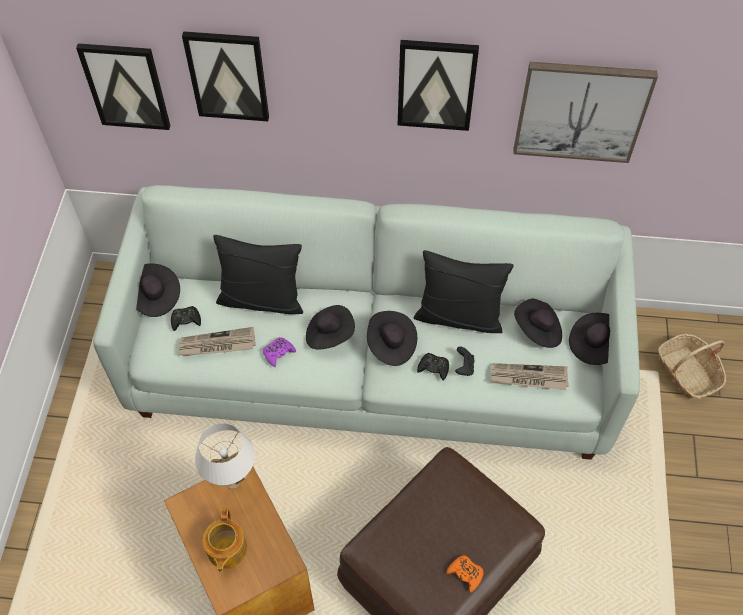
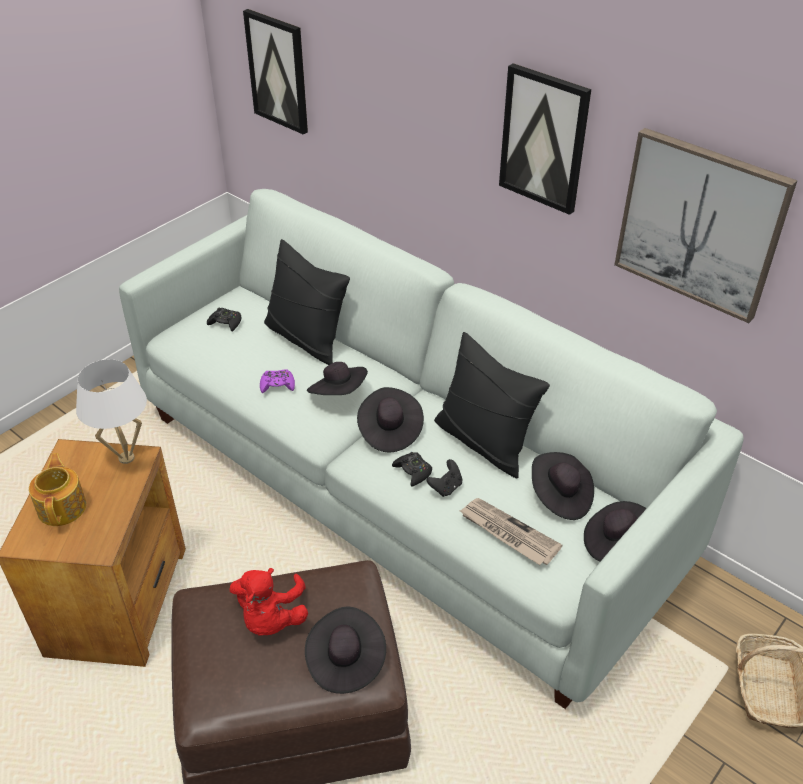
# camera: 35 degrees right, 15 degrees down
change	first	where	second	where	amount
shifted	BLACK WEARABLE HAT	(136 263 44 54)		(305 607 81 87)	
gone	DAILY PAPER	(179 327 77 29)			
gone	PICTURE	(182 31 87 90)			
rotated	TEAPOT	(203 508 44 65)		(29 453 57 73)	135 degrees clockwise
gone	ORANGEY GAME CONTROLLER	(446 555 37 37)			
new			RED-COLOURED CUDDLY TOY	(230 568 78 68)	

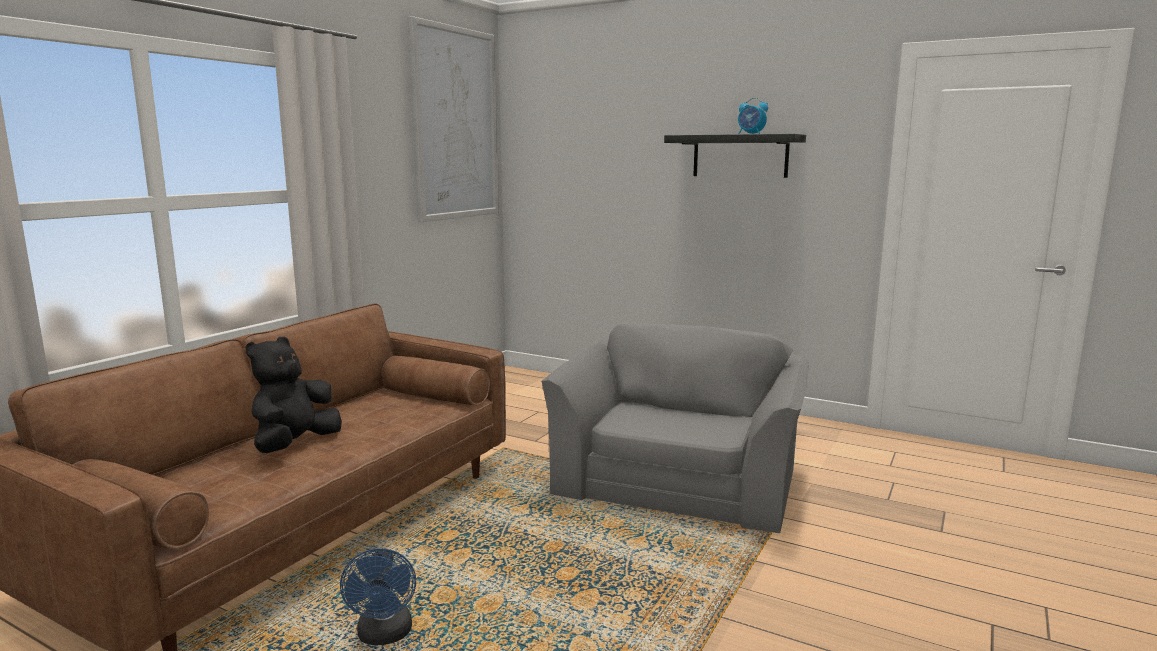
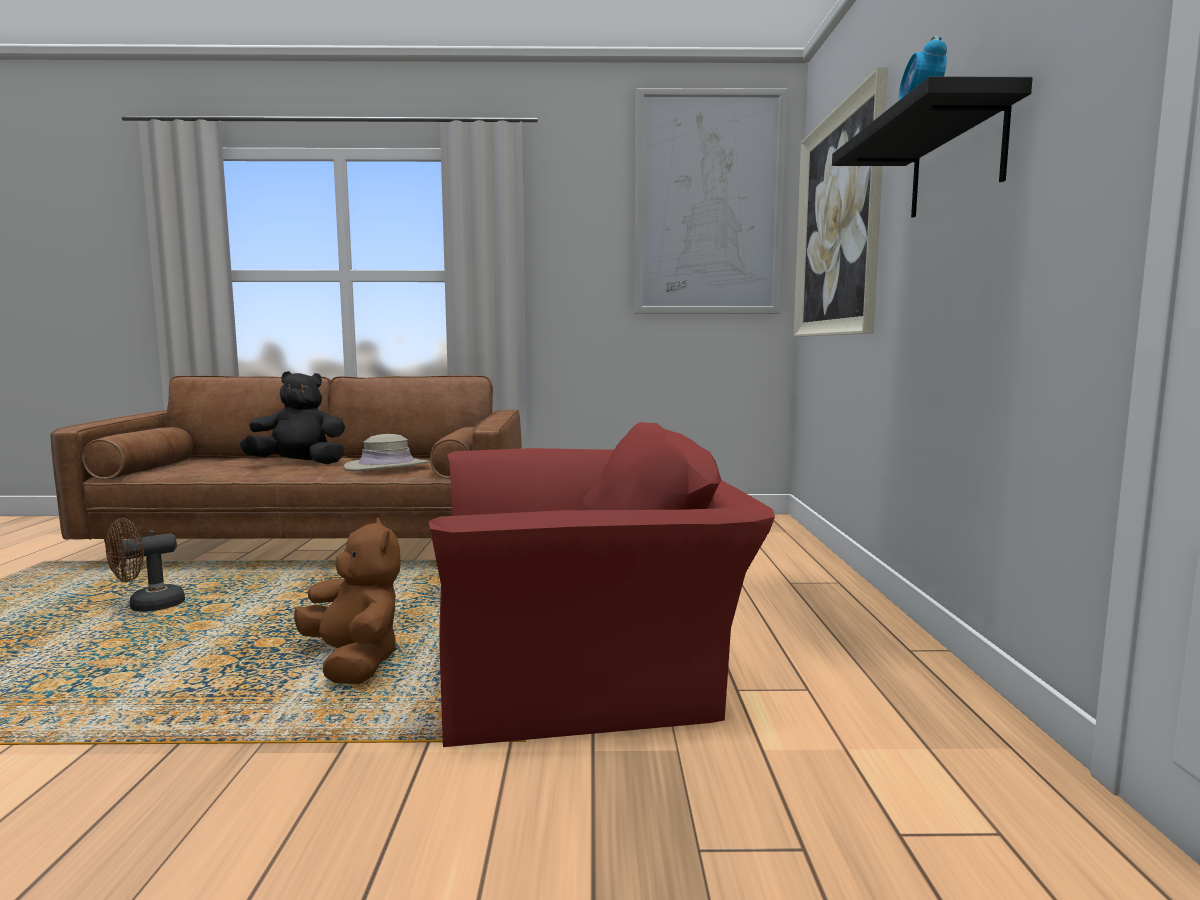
# camera: 60 degrees right, 5 degrees down
change	first	where	second	where	amount
repainted	BLUE ELECTRIC FAN	(340 548 76 97)	BROWN ELECTRIC FAN	(106 518 79 94)	
repainted	GREYISH EASY CHAIR	(542 321 267 212)	RED-COLOURED EASY CHAIR	(429 422 346 325)	
new			BROWN CUDDLY TOY	(294 518 106 166)	
new			BEIGE WEARABLE HAT	(344 434 86 37)	
new			PICTURE	(794 67 94 270)	

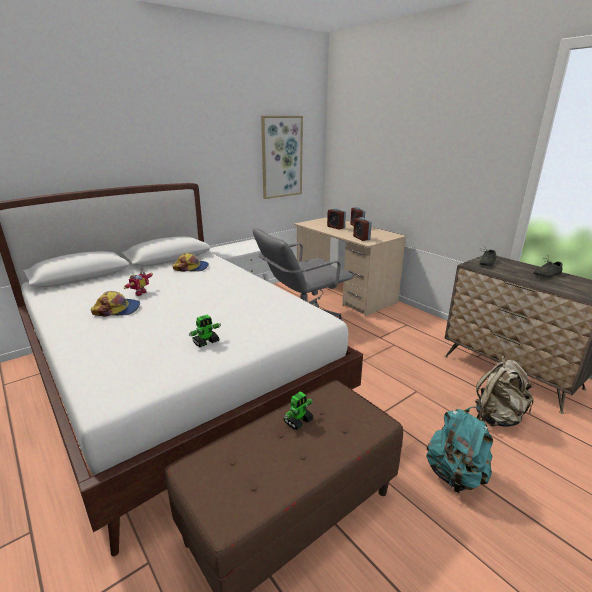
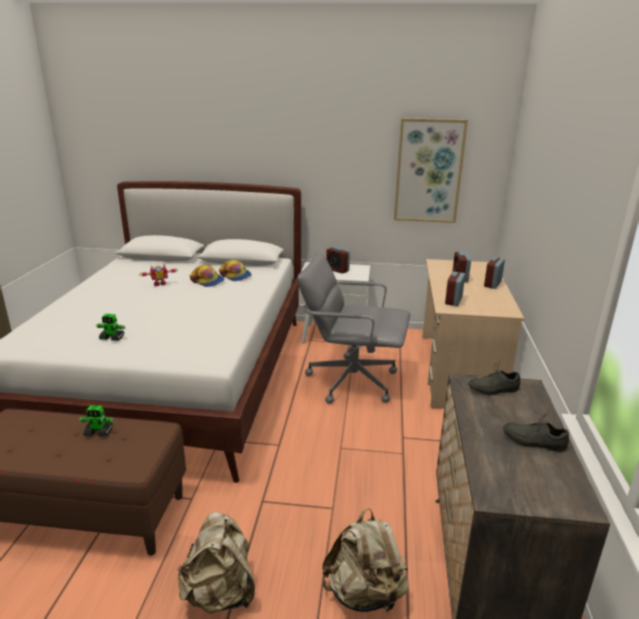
# camera: 45 degrees right, 0 degrees up
change	first	where	second	where	amount
shifted	PEAKED CAP	(91 291 49 26)		(190 265 34 22)	
repainted	TURQUOISE-COLOURED RUCKSACK	(426 406 67 87)	BEIGE RUCKSACK	(177 512 78 102)	
new			BEDSIDE CLOCK	(326 247 24 27)	

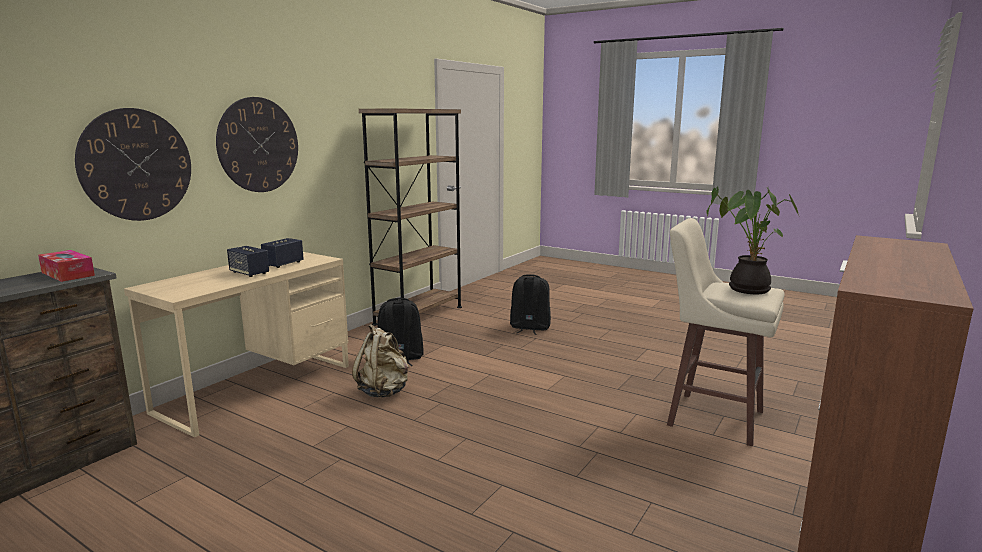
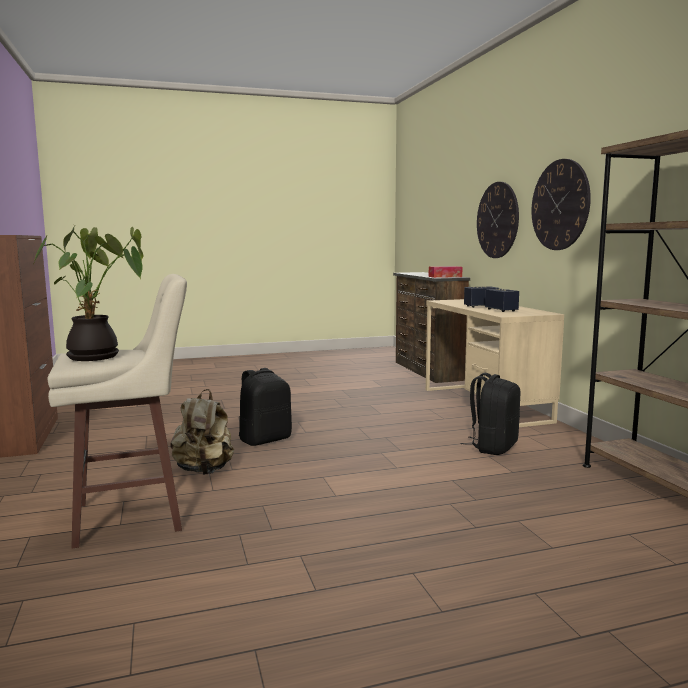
# camera: 130 degrees right, 5 degrees down
change	first	where	second	where	amount
shifted	BEIGE RUCKSACK	(352 324 56 74)		(170 389 64 86)	
shifted	BLACK RUCKSACK	(510 274 41 61)		(239 368 53 78)	

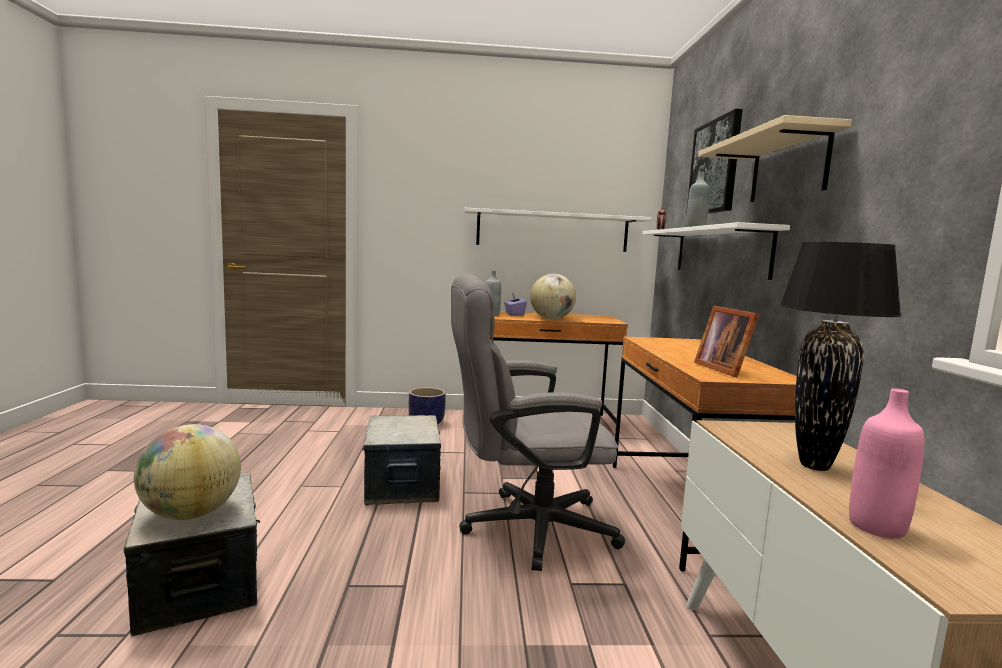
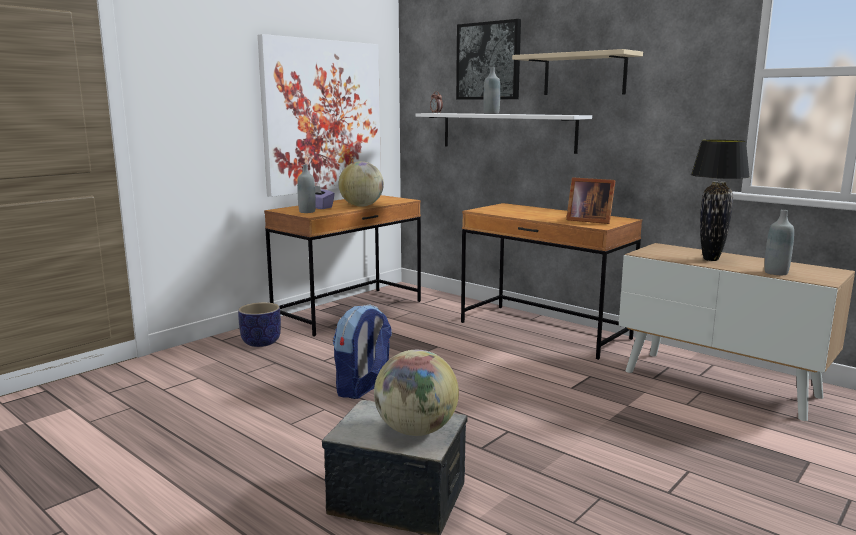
# camera: 45 degrees left, 5 degrees up
change	first	where	second	where	amount
swapped	STORAGE BOX	(362 415 79 90)	RUCKSACK	(333 304 59 95)	
gone	GREYISH OFFICE CHAIR	(451 274 174 297)			
swapped	WHITISH WALL SHELF	(464 208 187 44)	PICTURE	(258 34 123 163)	
repainted	PINK-COLOURED DRINK BOTTLE	(849 388 75 151)	GREYISH DRINK BOTTLE	(764 210 30 65)	

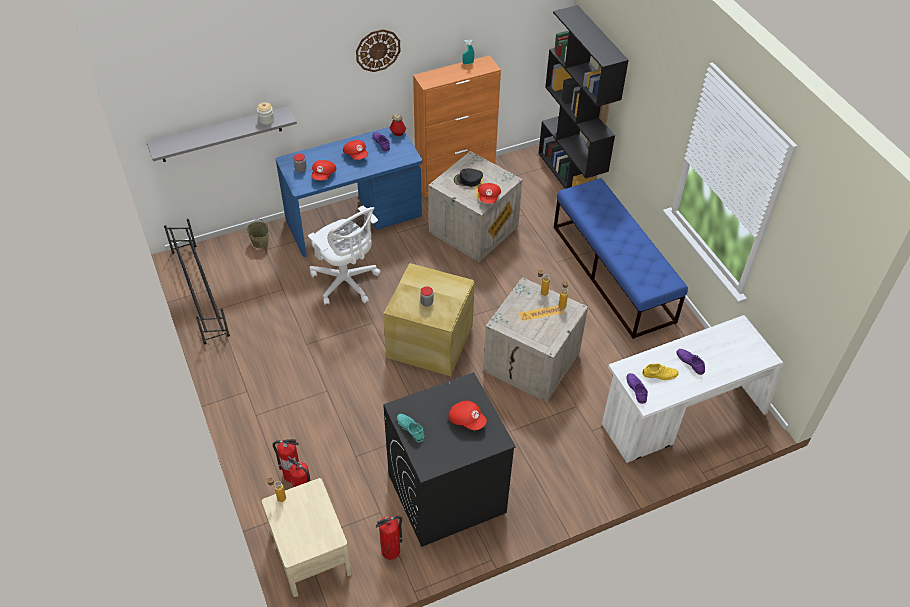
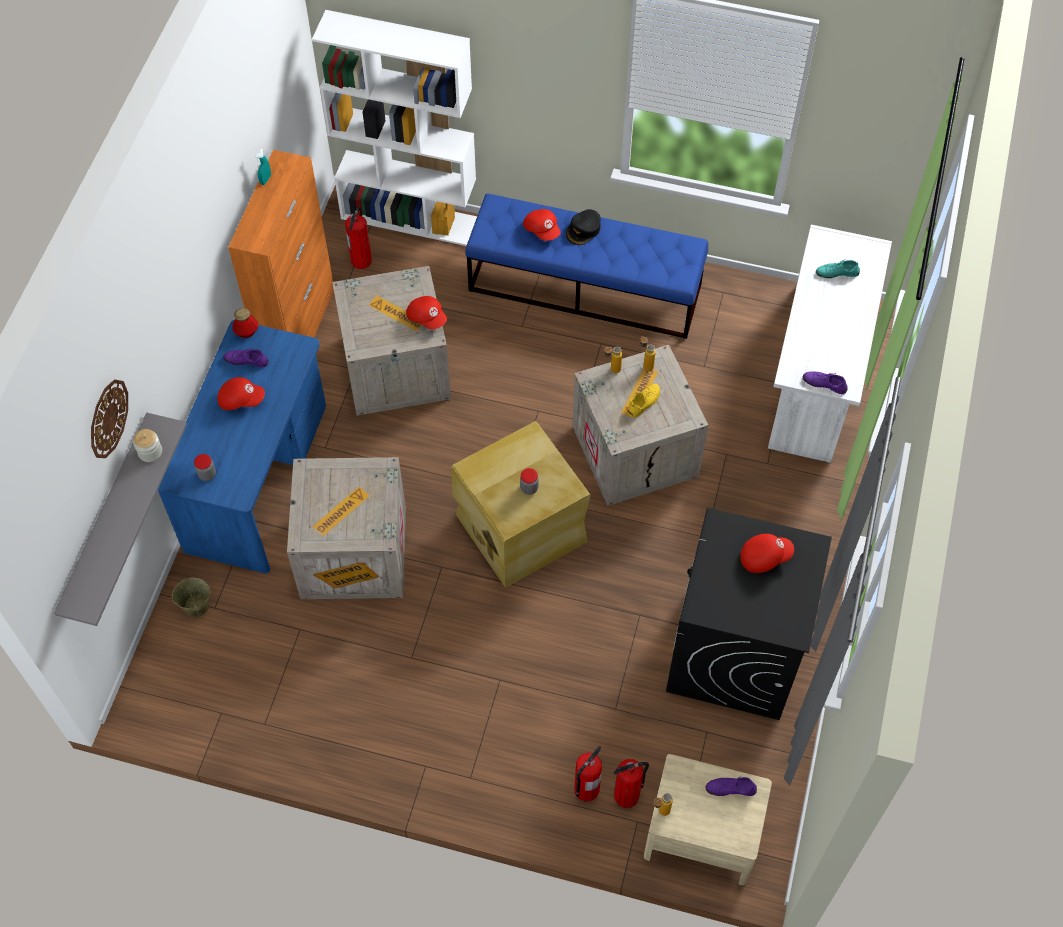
# camera: 50 degrees left, 10 degrees up
change	first	where	second	where	amount
gone	BLACK SHOE RACK	(164 219 66 125)			
swapped	WHITISH OFFICE CHAIR	(308 205 72 100)	PACKING CRATE	(287 457 119 142)	
shifted	RED-COLOURED PEAKED CAP	(312 160 24 20)		(523 209 38 32)	
shifted	WALL CLOCK	(356 29 44 43)		(91 379 37 79)	
shifted	EXTINGUISHER	(376 516 26 44)		(345 207 27 62)	
shifted	TURQUOISE-COLOURED SHOE	(396 414 29 29)		(816 260 44 18)	
shifted	BLACK PEAKED CAP	(454 168 29 19)		(566 209 35 36)	
repainted	BLACK SHELVING UNIT	(538 5 91 184)	WHITISH SHELVING UNIT	(312 10 165 236)	
shifted	YELLOW-COLOURED SHOE	(642 364 37 16)		(628 384 32 34)	
shifted	PURPLE SHOE	(676 349 29 26)		(706 776 51 20)	

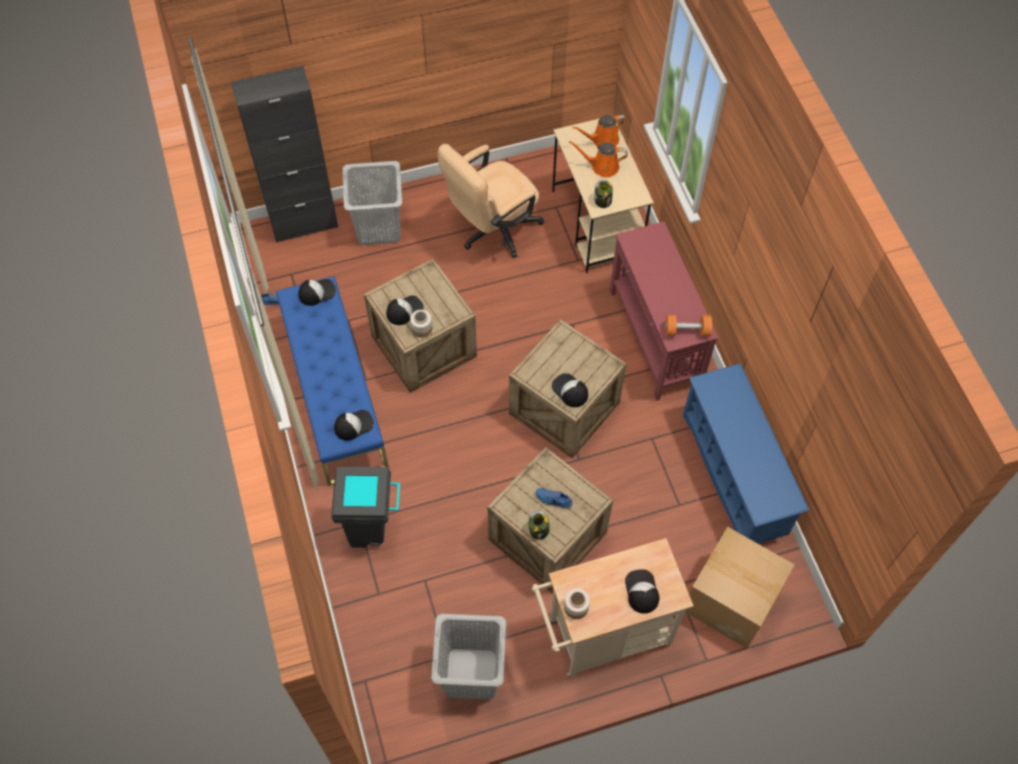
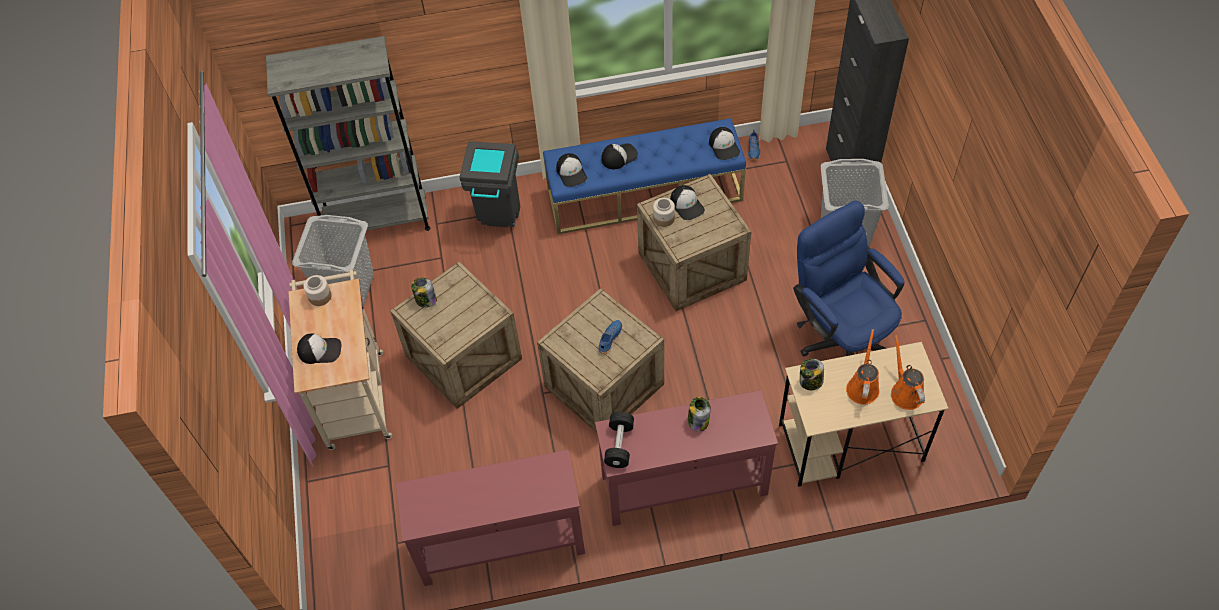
# camera: 100 degrees right, 5 degrees down
change	first	where	second	where	amount
repainted	BEIGE OFFICE CHAIR	(437 144 107 114)	BLUE OFFICE CHAIR	(793 200 112 156)	
shifted	BLUE SHOE	(536 488 37 21)		(599 320 23 34)	
shifted	PEAKED CAP	(552 373 36 34)		(601 143 37 26)	
repainted	ORANGEY HAND WEIGHT	(665 315 47 21)	BLACK HAND WEIGHT	(604 412 30 56)	
swapped	BLUE SHOE RACK	(683 363 127 181)	RED-COLOURED NARROW TABLE	(396 450 189 136)	
gone	PACKING BOX	(685 527 110 122)			
new			GREYISH SHELVING UNIT	(266 36 164 195)	
new			JAR	(688 397 23 35)	

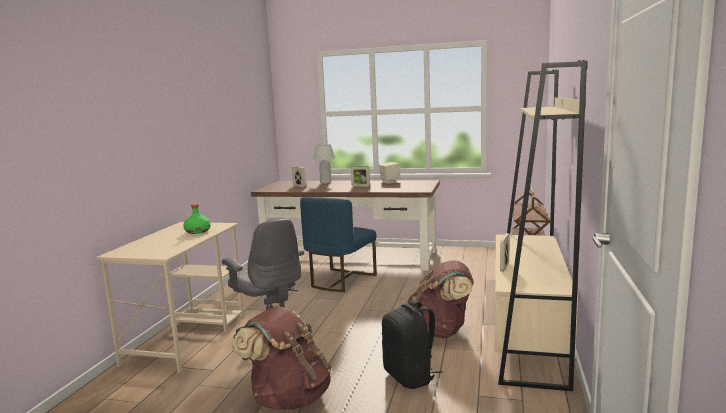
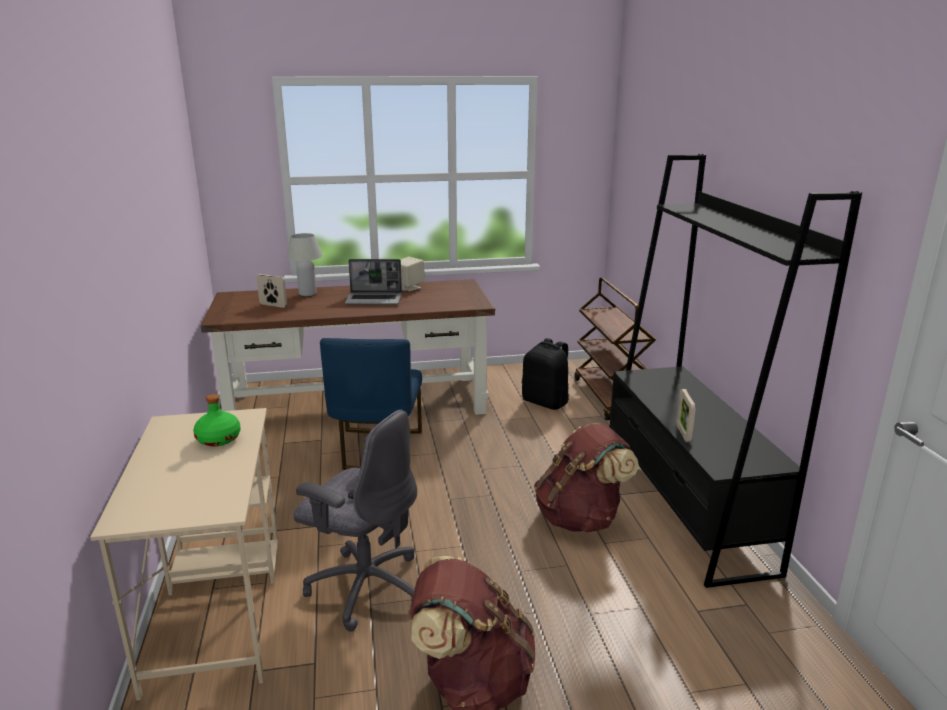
# camera: 25 degrees left, 10 degrees up
change	first	where	second	where	amount
swapped	PICTURE FRAME	(351 166 19 21)	LAPTOP	(345 259 57 46)	
shifted	BLACK RUCKSACK	(382 300 61 89)		(522 338 47 72)	
repainted	BEIGE SHELVING UNIT	(495 60 92 331)	BLACK SHELVING UNIT	(610 154 252 434)	

